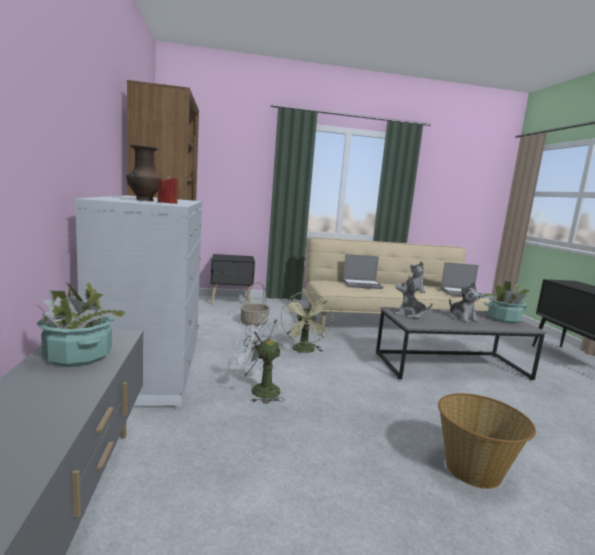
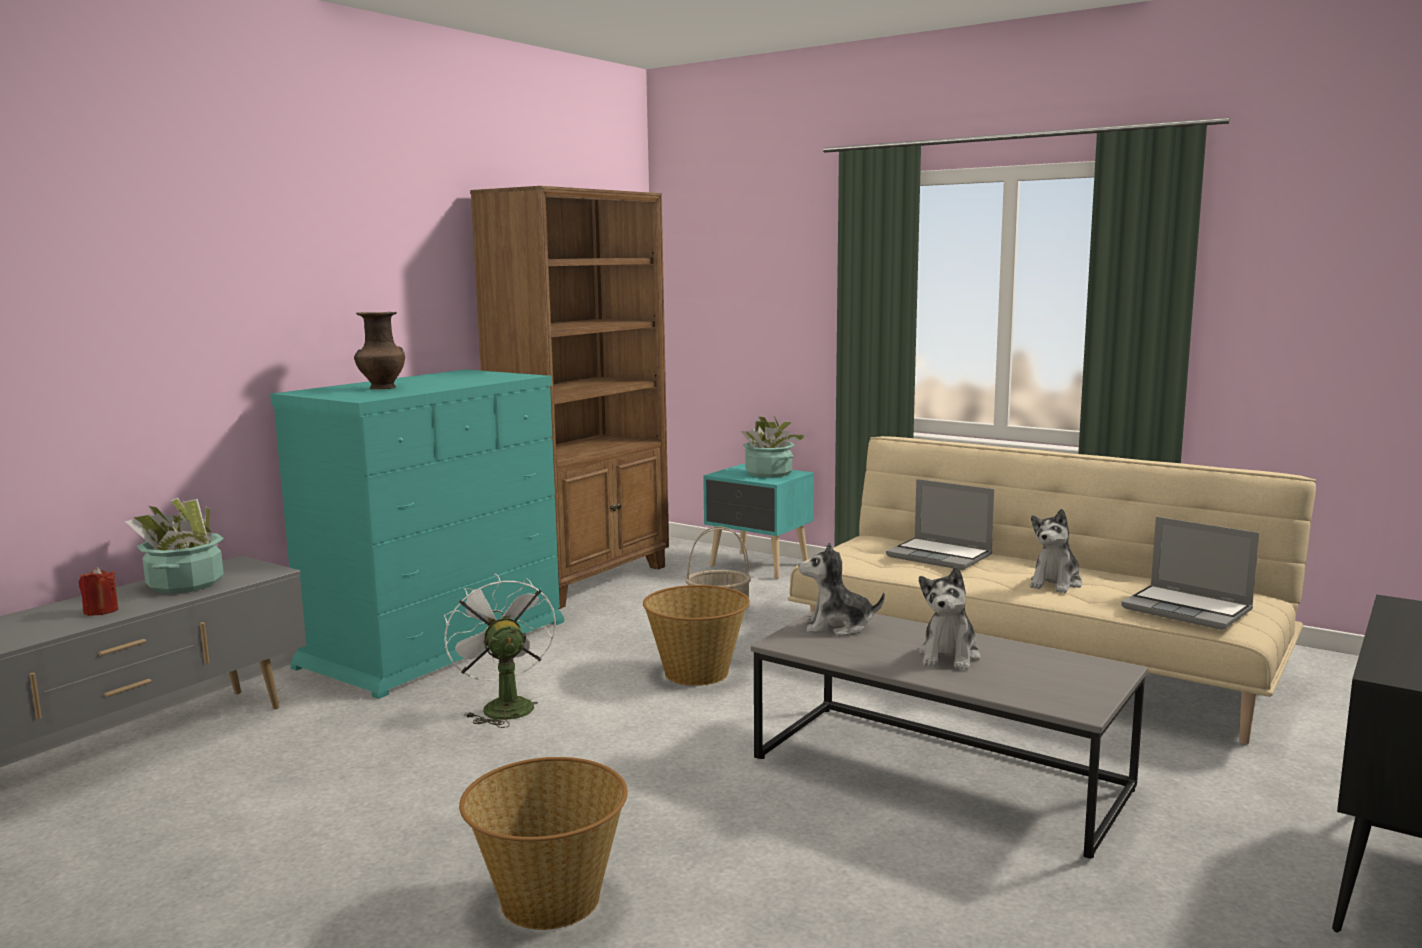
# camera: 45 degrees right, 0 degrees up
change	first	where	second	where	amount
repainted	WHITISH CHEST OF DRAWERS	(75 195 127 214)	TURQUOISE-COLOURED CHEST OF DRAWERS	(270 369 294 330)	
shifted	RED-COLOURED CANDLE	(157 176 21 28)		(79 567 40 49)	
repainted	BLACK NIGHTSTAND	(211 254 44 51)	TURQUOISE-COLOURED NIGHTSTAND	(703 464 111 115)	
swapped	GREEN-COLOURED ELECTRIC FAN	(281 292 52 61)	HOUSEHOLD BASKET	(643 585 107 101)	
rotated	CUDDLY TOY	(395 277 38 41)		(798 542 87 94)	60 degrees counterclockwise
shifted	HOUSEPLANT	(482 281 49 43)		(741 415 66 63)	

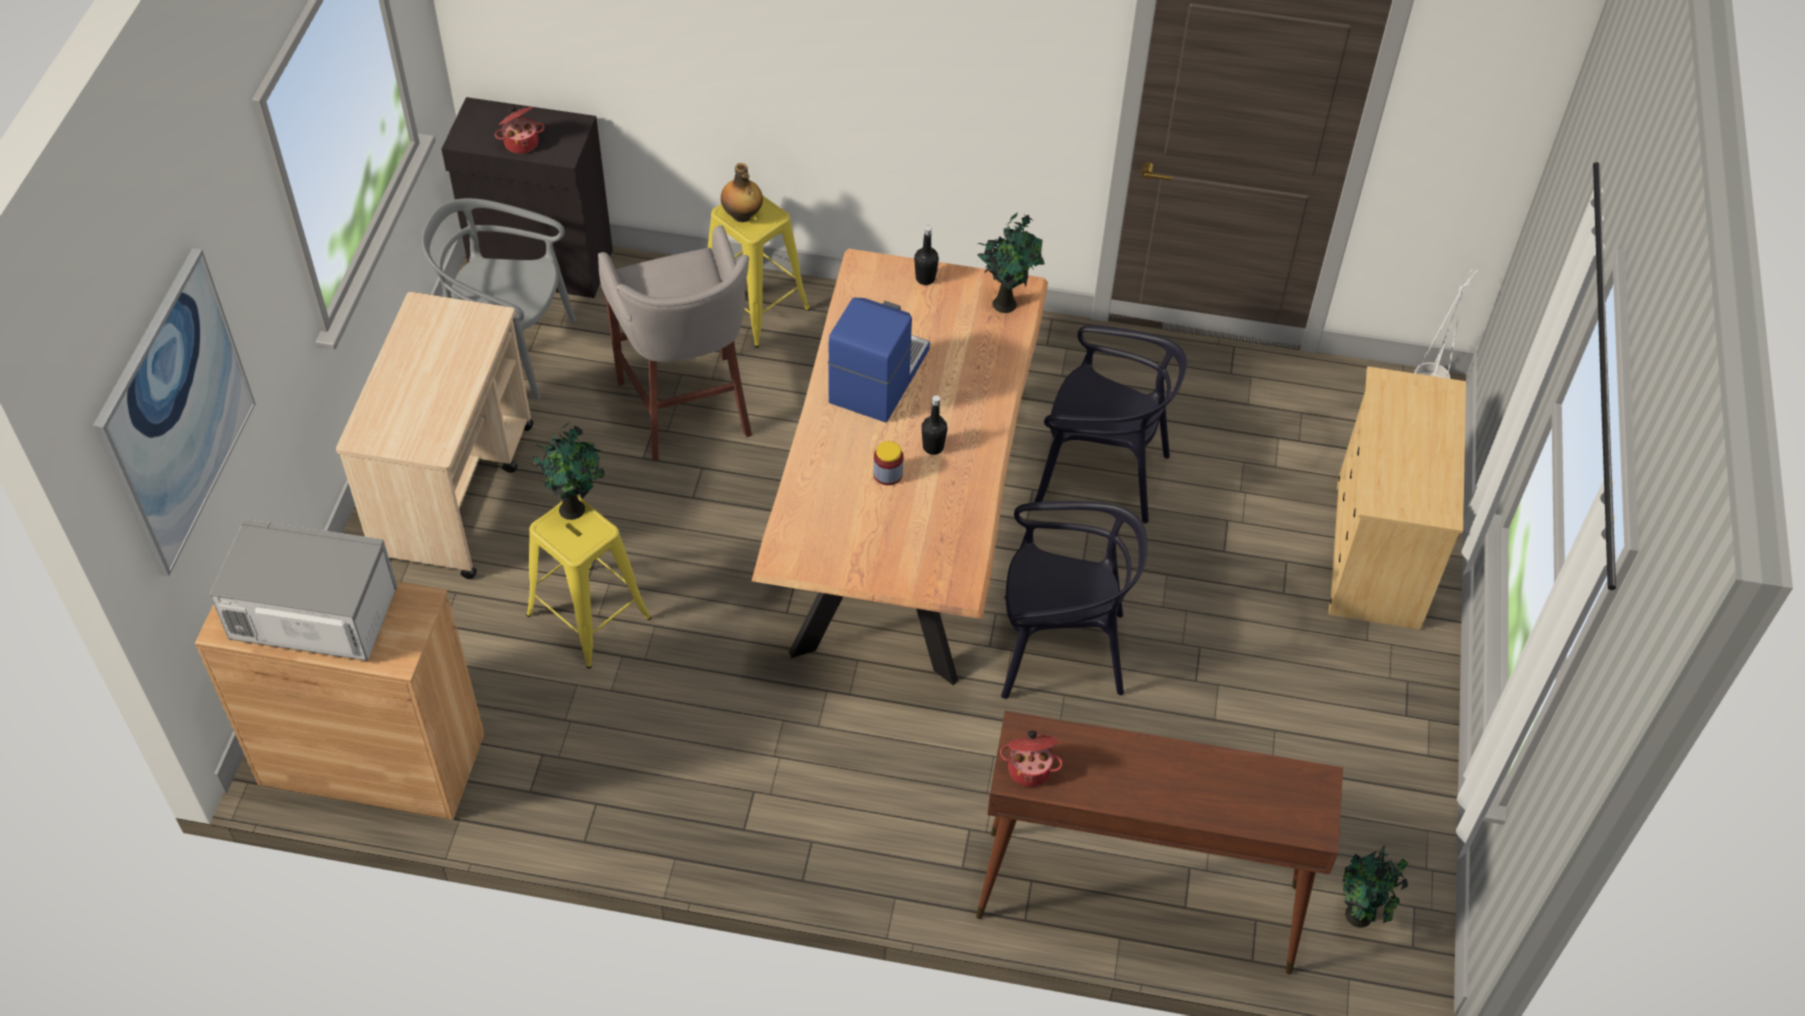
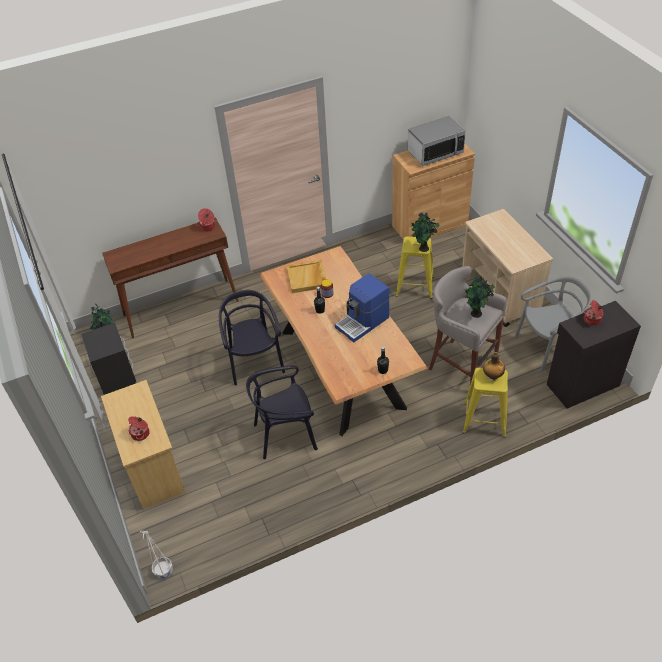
# camera: 150 degrees right, 5 degrees down
change	first	where	second	where	amount
gone	PICTURE	(93 248 163 328)			
rotated	COFFEE MAKER	(828 298 102 125)		(335 274 55 68)	60 degrees clockwise
shifted	HOUSEPLANT	(977 212 68 101)		(465 276 30 42)	
rotated	BLACK CHAIR	(1001 501 146 198)		(219 290 66 96)	105 degrees clockwise
new			BLACK NIGHTSTAND	(81 323 55 72)	
new			COOKING POT	(128 416 21 25)	
new			BEIGE TRAY	(286 260 40 33)	

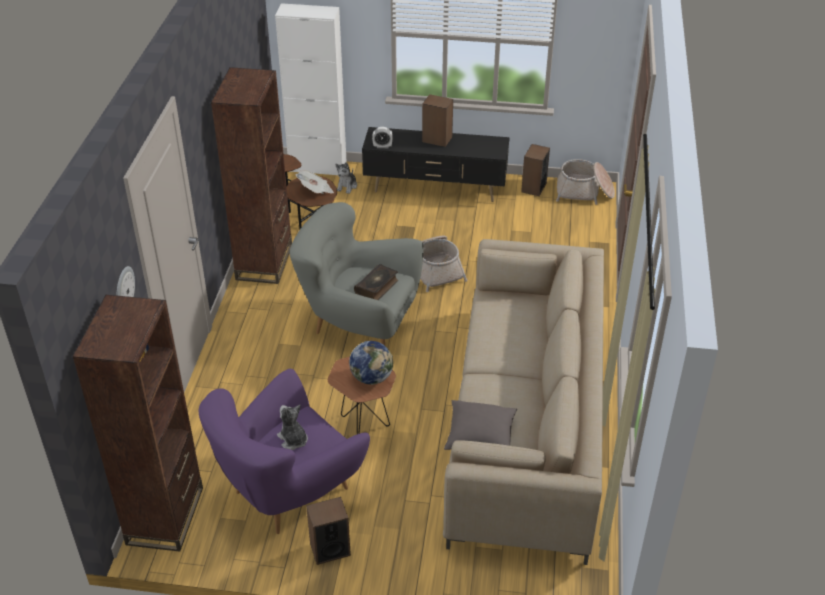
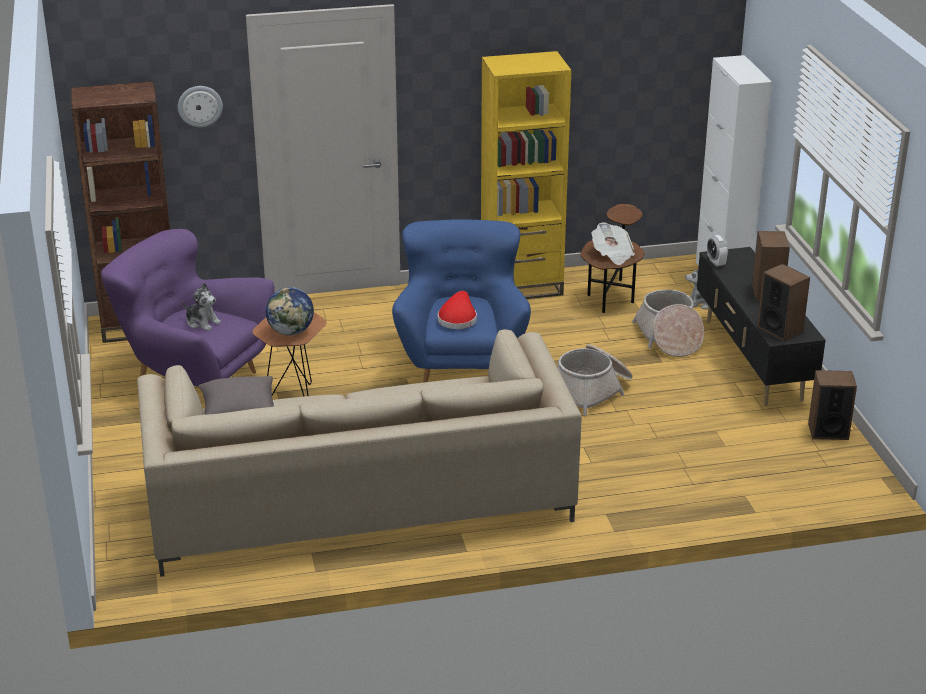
# camera: 70 degrees right, 10 degrees down
change	first	where	second	where	amount
repainted	BROWN SHELVING UNIT	(211 67 81 217)	YELLOW-COLOURED SHELVING UNIT	(481 51 91 248)	
rotated	CUDDLY TOY	(277 405 31 45)		(183 283 38 48)	90 degrees clockwise
repainted	GREYISH EASY CHAIR	(290 202 134 143)	BLUE EASY CHAIR	(392 219 139 164)	
shifted	LOUDSPEAKER	(306 497 45 68)		(757 264 53 78)	
swapped	BOOK	(354 264 44 36)	RED-COLOURED WEARABLE HAT	(438 291 39 38)	
shifted	HOUSEHOLD BASKET	(556 159 59 46)		(632 290 72 67)	

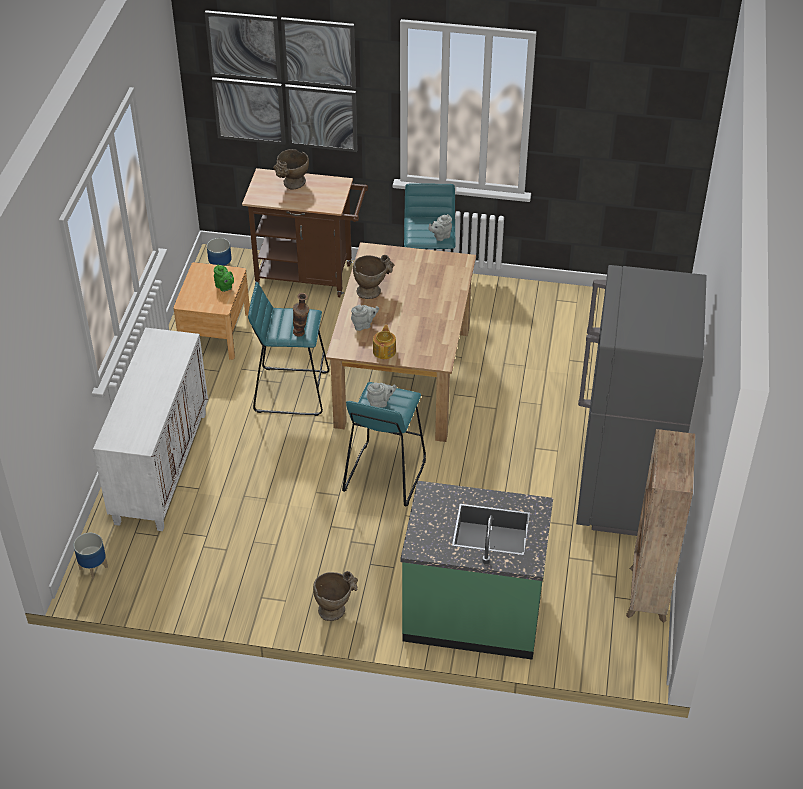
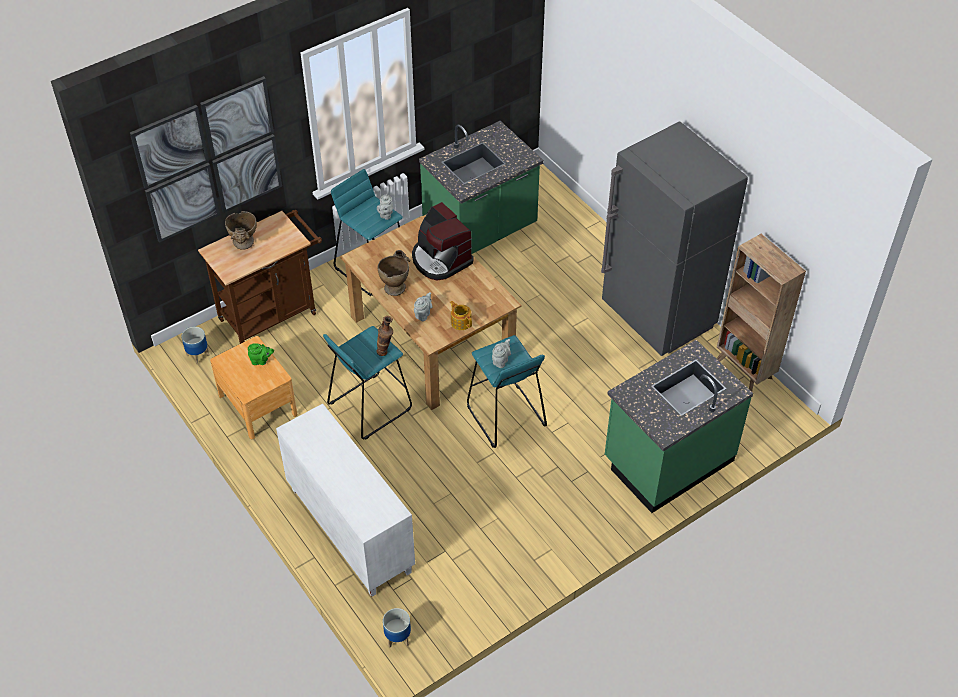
# camera: 45 degrees left, 5 degrees up
change	first	where	second	where	amount
gone	BEIGE FLOWER VASE	(313 571 45 50)			
new			COFFEE MAKER	(412 202 62 78)	
new			GREEN-COLOURED COUNTER	(419 121 125 133)	

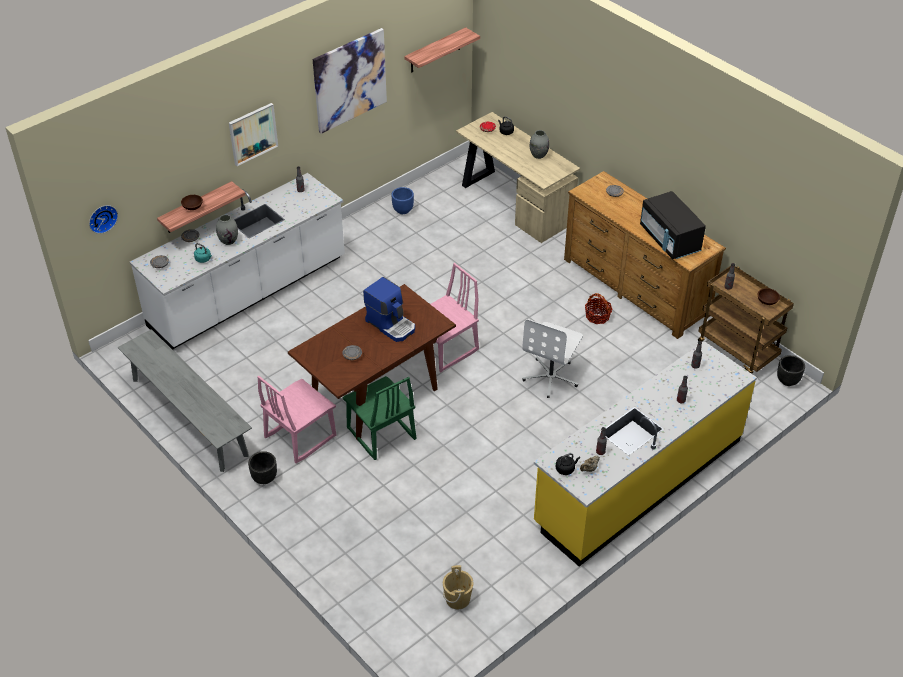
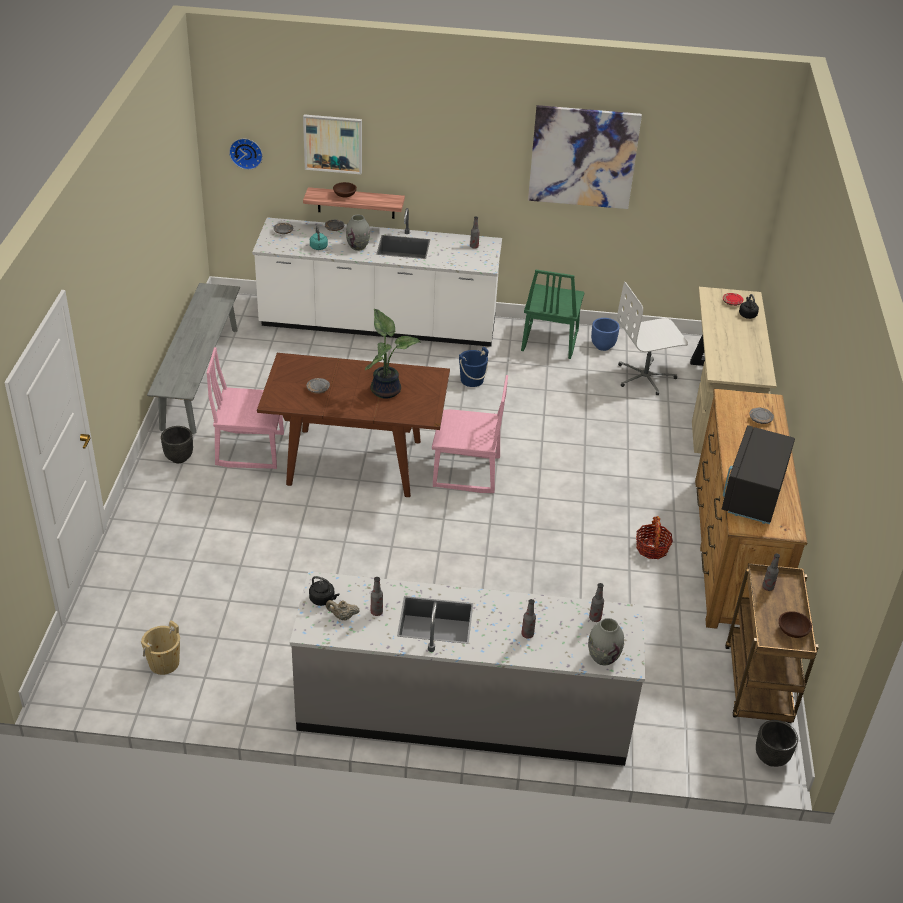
# camera: 45 degrees right, 5 degrees down
change	first	where	second	where	amount
shifted	PICTURE	(229 103 49 63)		(303 114 59 60)	
shifted	GREEN-COLOURED CHAIR	(342 376 75 84)		(521 270 64 89)	
swapped	COFFEE MAKER	(363 277 52 65)	HOUSEPLANT	(365 309 56 90)	
gone	WALL SHELF	(404 27 76 45)			
shifted	WHITISH OFFICE CHAIR	(522 319 61 79)		(617 282 71 113)	
shifted	GREYISH FLOWER VASE	(530 130 19 29)		(588 618 36 48)	
repainted	YELLOW-COLOURED COUNTER	(534 341 223 225)	GREYISH COUNTER	(290 571 355 195)	
new			BLUE BUCKET	(459 347 30 40)	

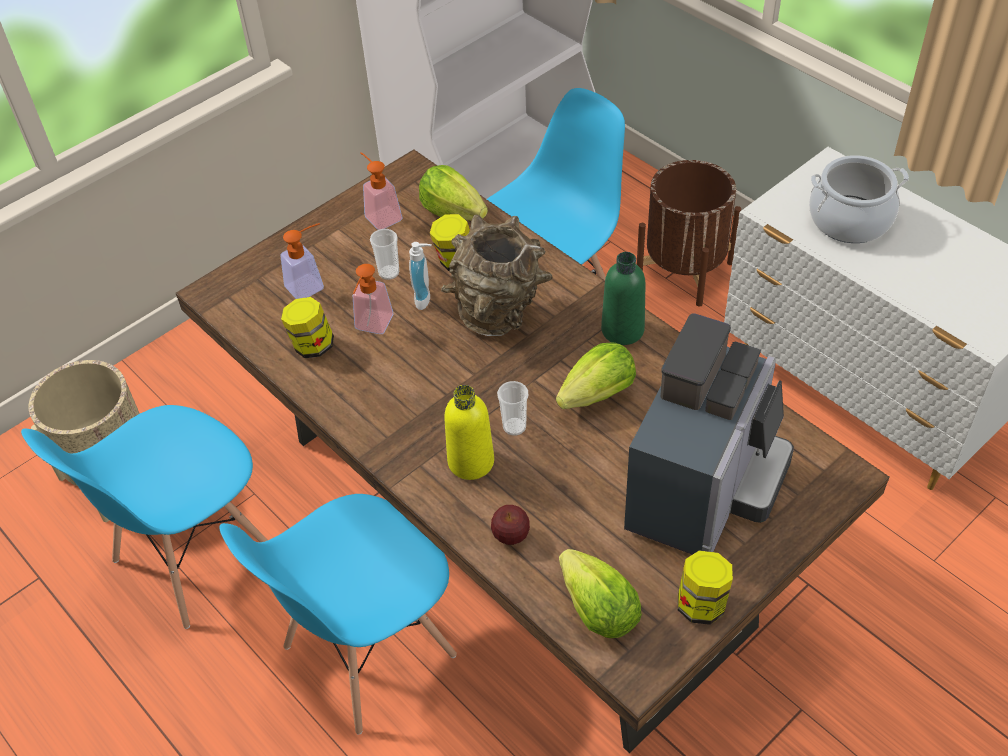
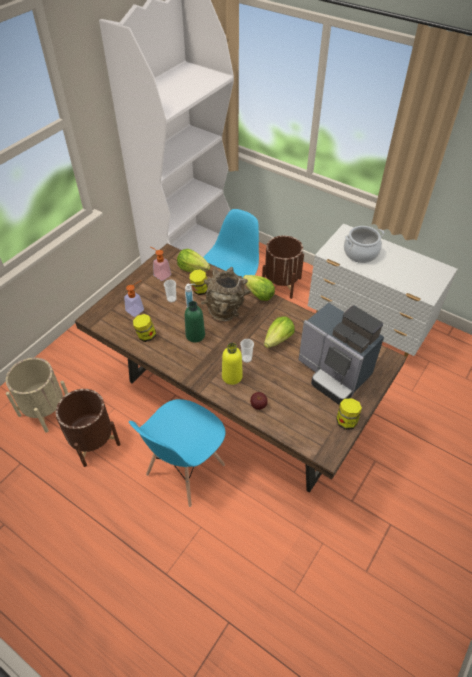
# camera: 15 degrees left, 0 degrees up
change	first	where	second	where	amount
swapped	BLUE CHAIR	(21 405 247 224)	BROWN PLANTER	(56 389 64 78)	
gone	SOAP DISPENSER	(353 264 40 70)			
shifted	HEAD OF LETTUCE	(559 549 83 89)		(243 275 32 26)	
shifted	GREEN-COLOURED DRINK BOTTLE	(601 252 45 93)		(185 301 20 42)	
rotated	COFFEE MAKER	(624 314 170 241)		(298 302 86 103)	120 degrees clockwise

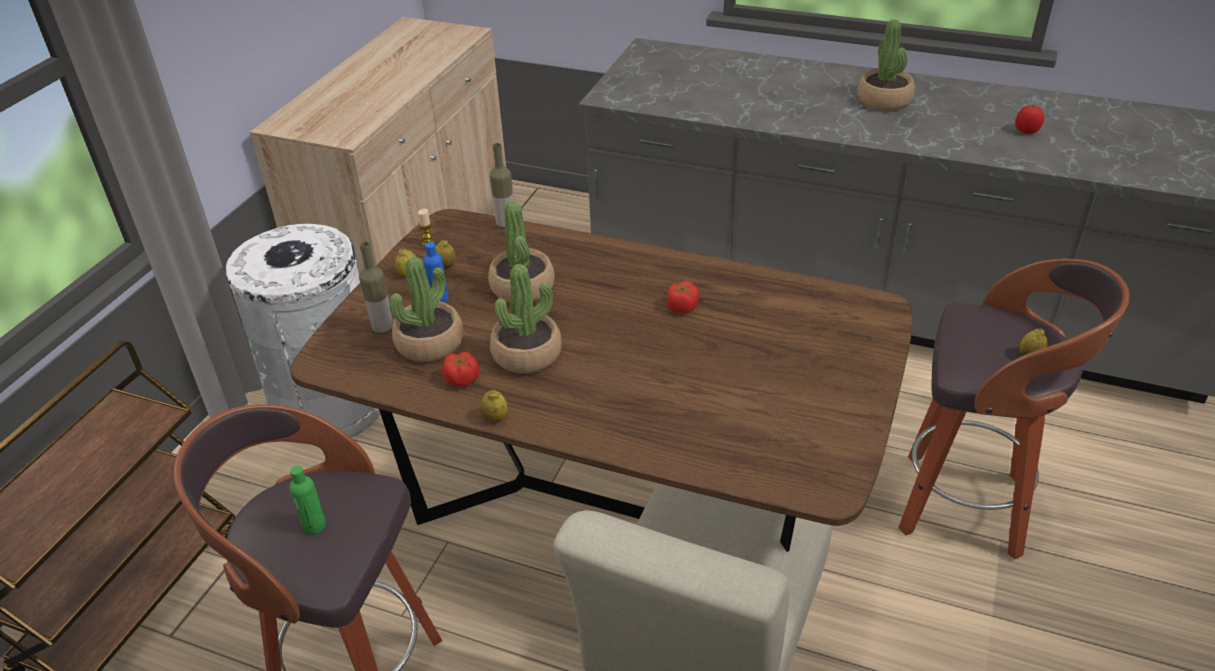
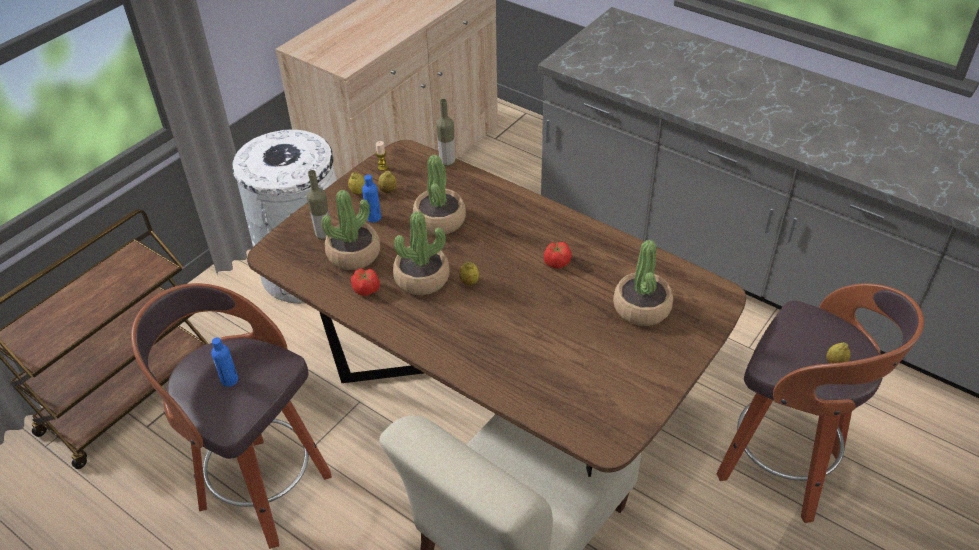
# camera: 15 degrees right, 5 degrees up
change	first	where	second	where	amount
repainted	GREEN-COLOURED DRINK BOTTLE	(289 466 37 68)	BLUE DRINK BOTTLE	(211 337 27 50)	
shifted	WHOLE LEMON	(480 390 27 32)		(459 262 20 23)	
shifted	HOUSEPLANT	(857 19 58 92)		(613 240 60 86)	
gone	FRESH TOMATO	(1015 105 29 29)			

